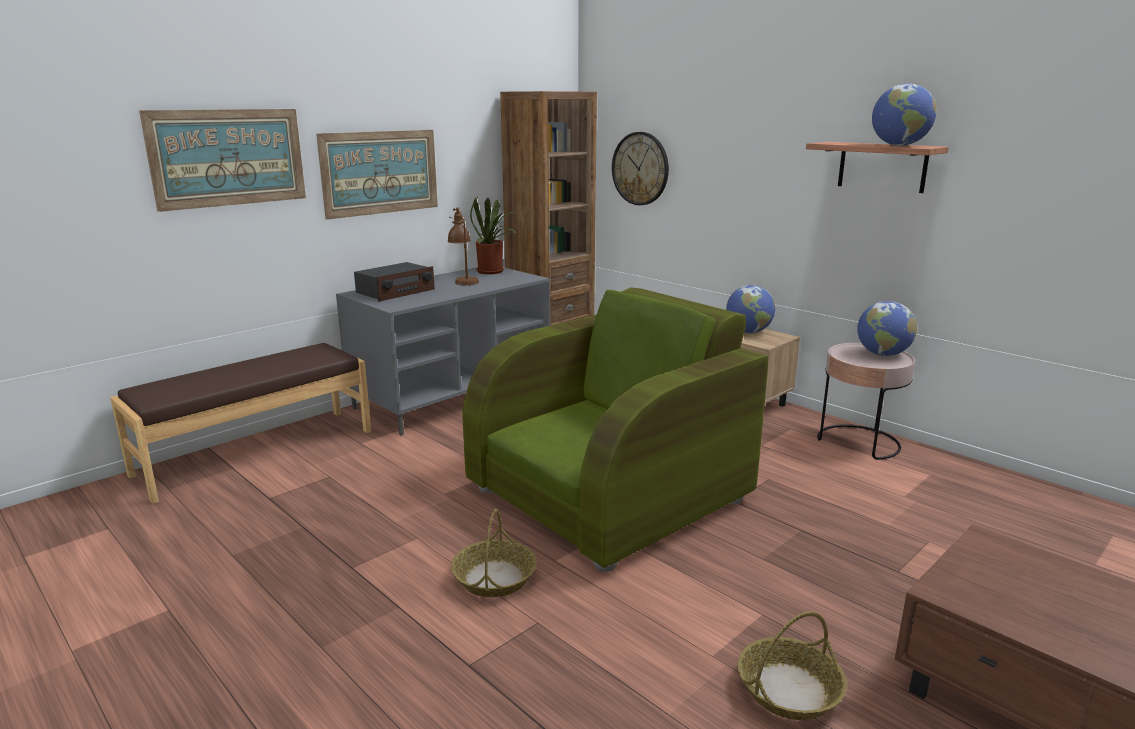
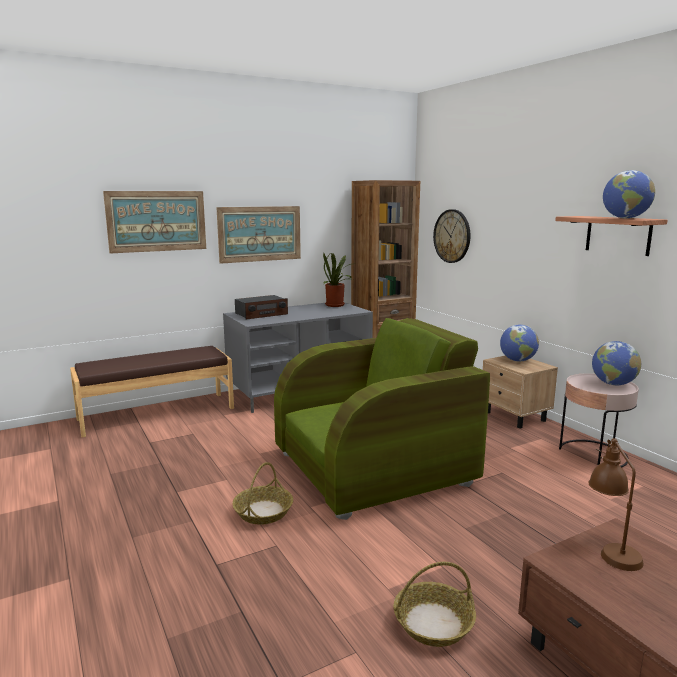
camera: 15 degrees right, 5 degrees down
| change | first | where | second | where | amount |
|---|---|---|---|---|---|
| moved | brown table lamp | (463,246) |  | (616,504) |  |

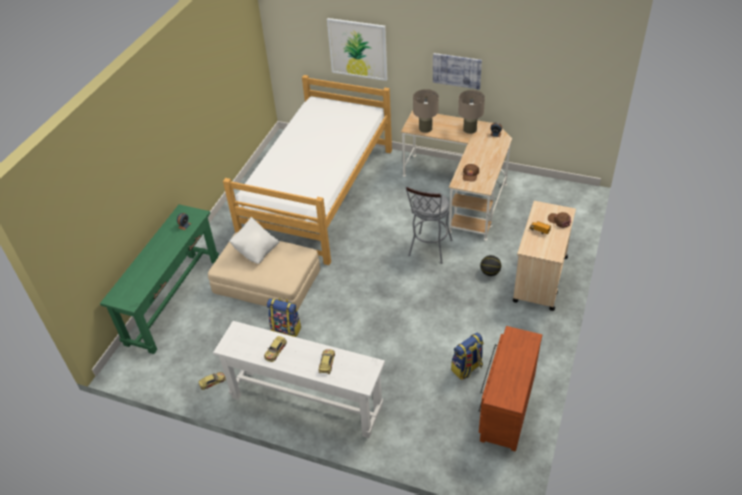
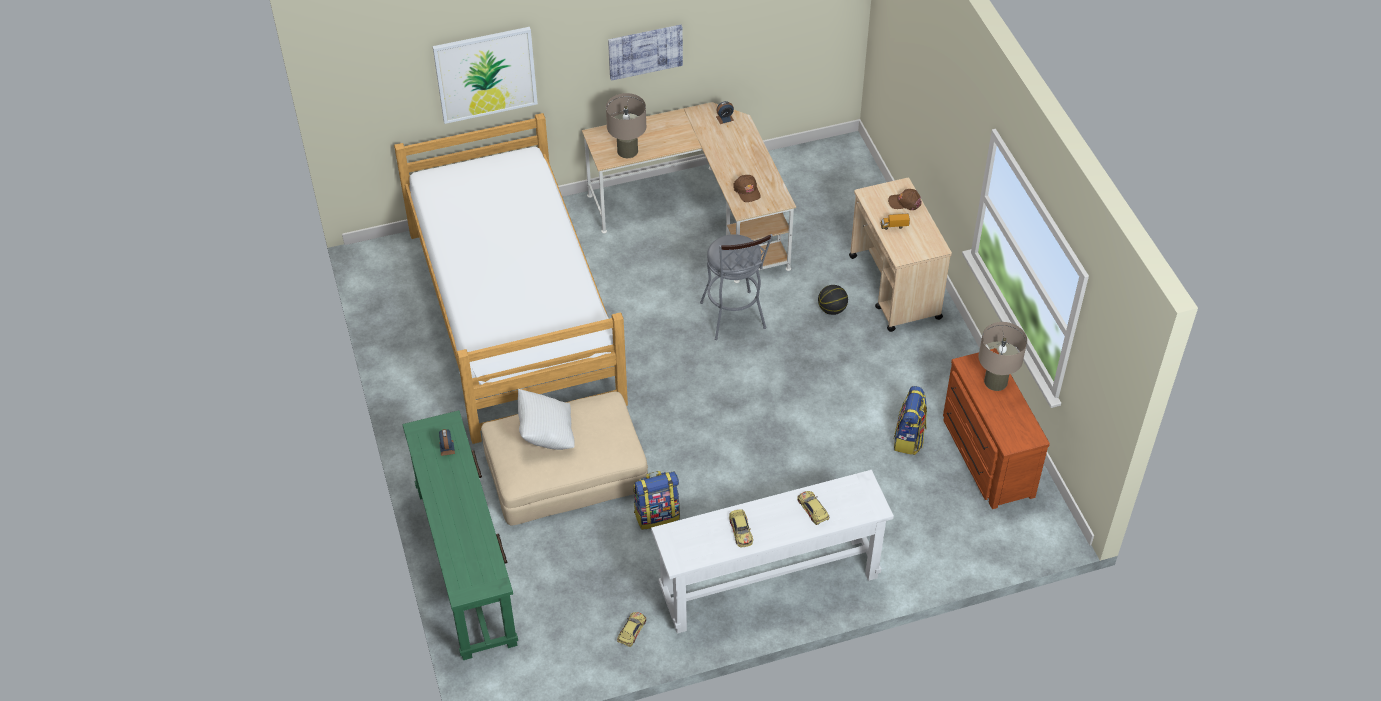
camera: 40 degrees left, 5 degrees up
| change | first | where | second | where | amount |
|---|---|---|---|---|---|
| moved | beige table lamp | (471,112) |  | (1002,356) |  |

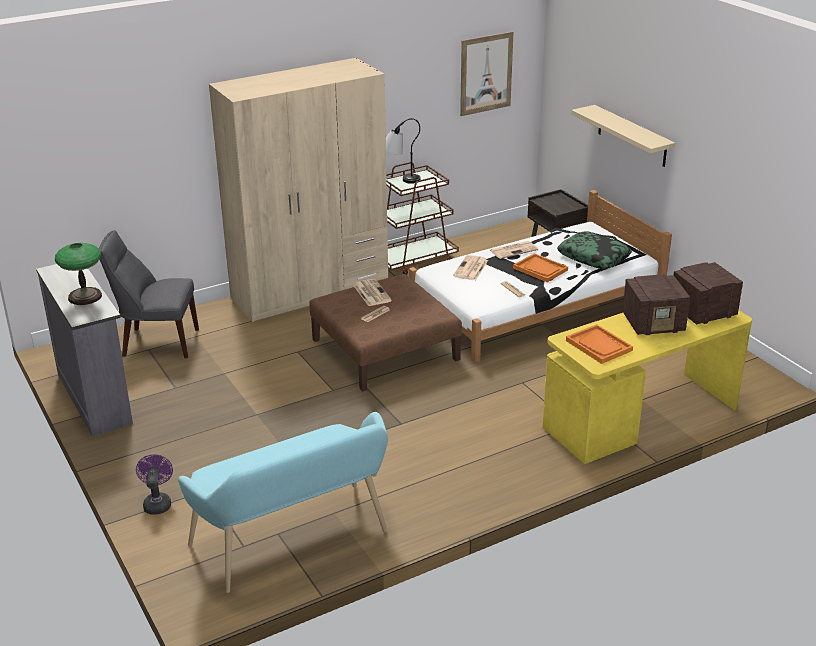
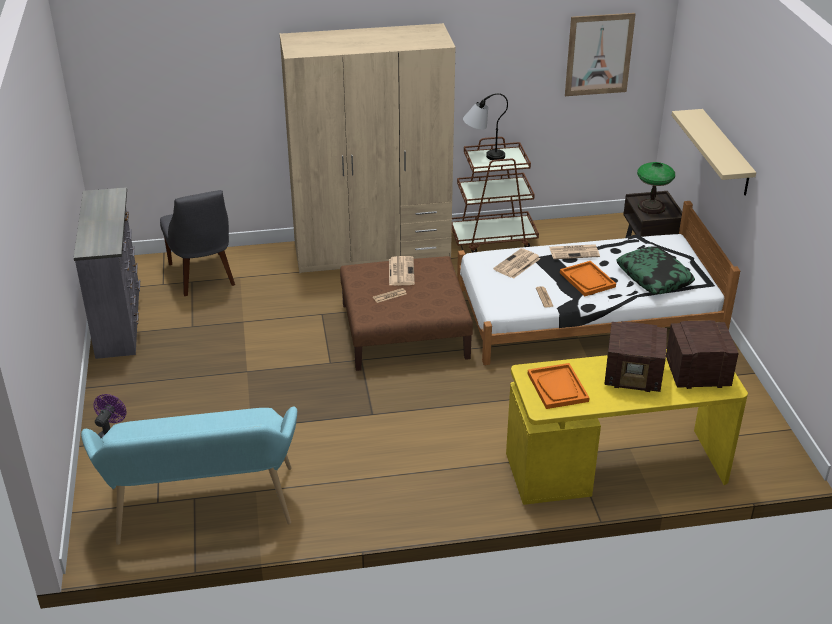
camera: 20 degrees right, 5 degrees up
| change | first | where | second | where | amount |
|---|---|---|---|---|---|
| moved | table lamp | (78,274) |  | (656,188) |  |
| turned | grey chair | (149,294) |  | (197,243) | 135 degrees counterclockwise |

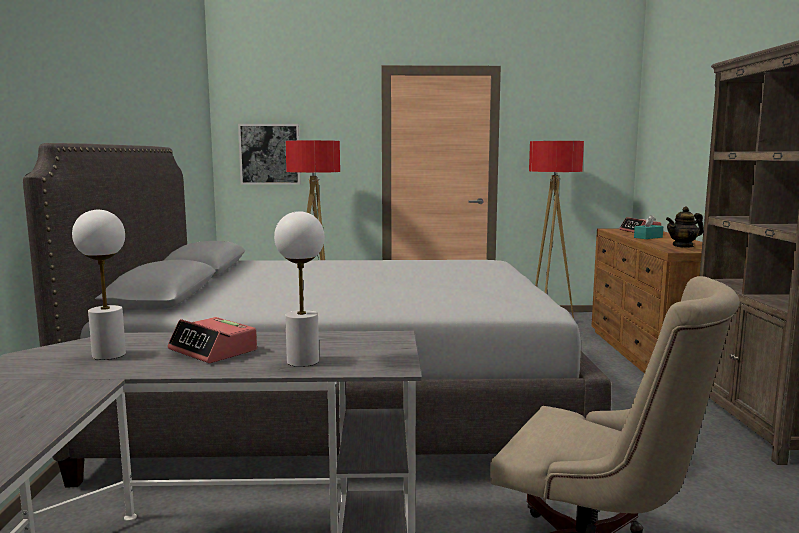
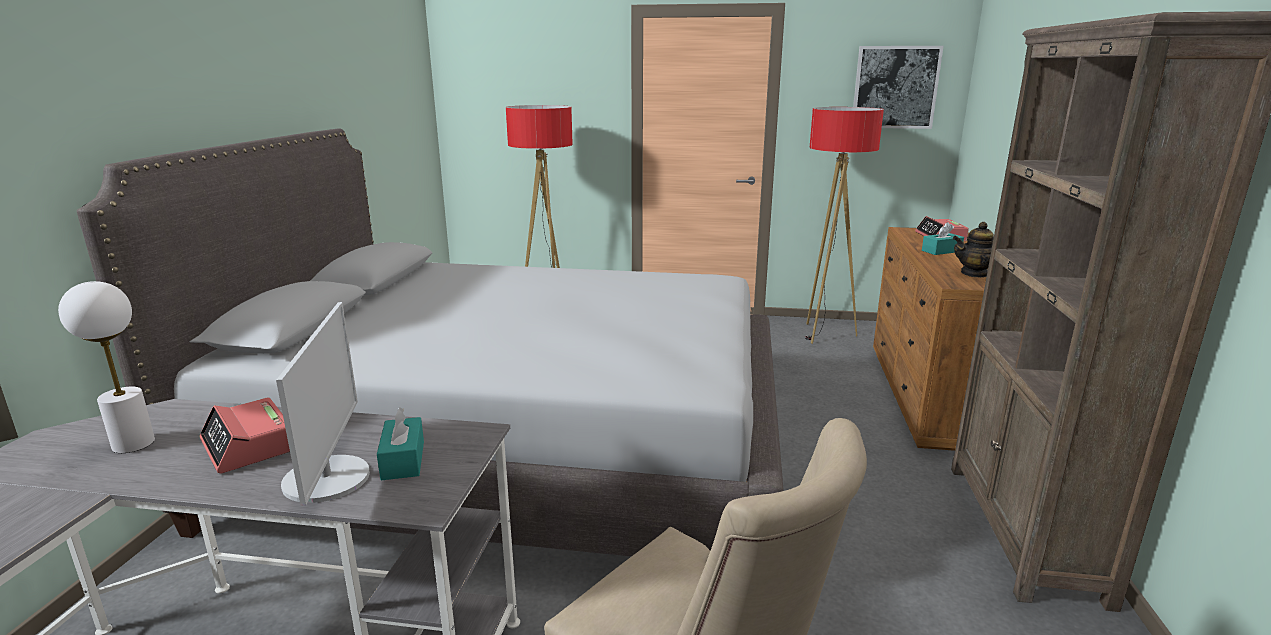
camera: 10 degrees right, 10 degrees up
| change | first | where | second | where | amount |
|---|---|---|---|---|---|
| moved | picture | (269,154) |  | (898,87) |  |
| replaced | white table lamp | (299,289) | monitor | (323,404) |  |
| added |  |  | turquoise tissue box | (400,443) |  |

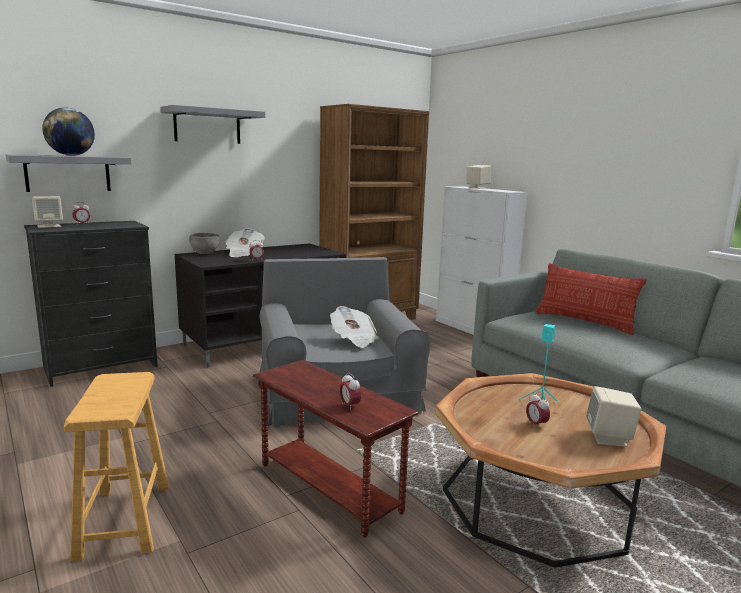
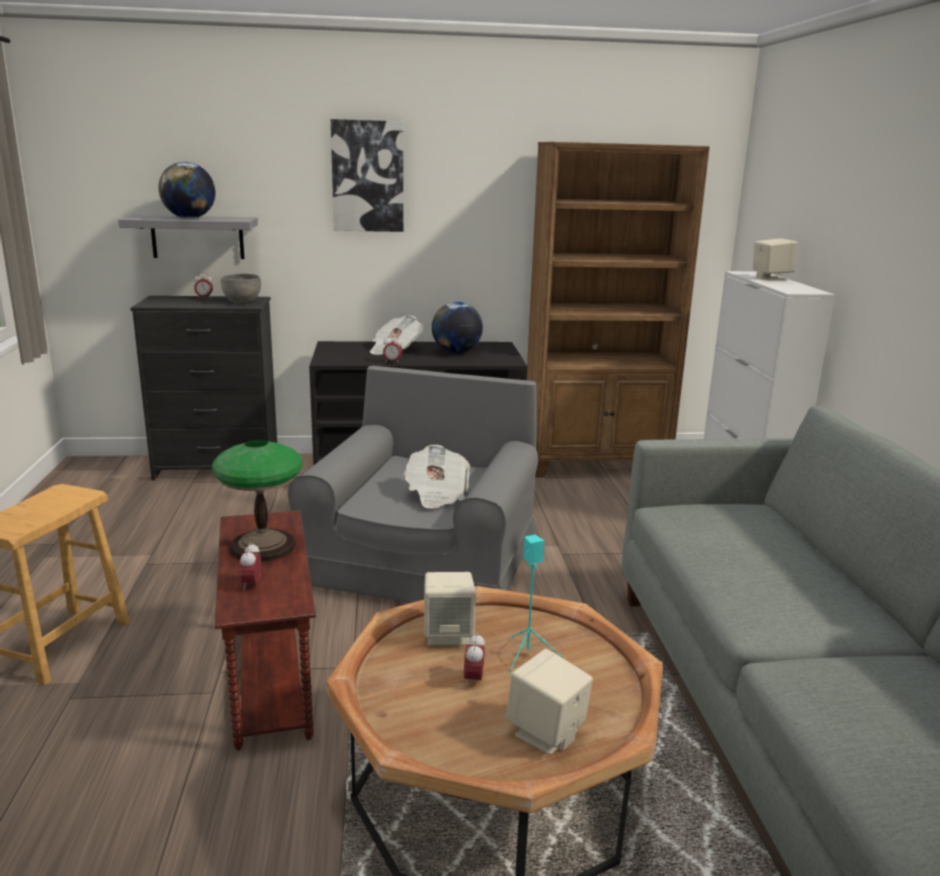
camera: 30 degrees right, 5 degrees up
| change | first | where | second | where | amount |
|---|---|---|---|---|---|
| moved | beige speaker | (47,212) |  | (450,609) |  |
| replaced | grey shelf | (212,124) | picture | (367,175) |  |
| moved | grey bowl | (204,243) |  | (241,288) |  |
| removed | pillow | (591,299) |  |  |  |
| added |  |  | table lamp | (257,501) |  |
| added |  |  | globe | (457,328) |  |

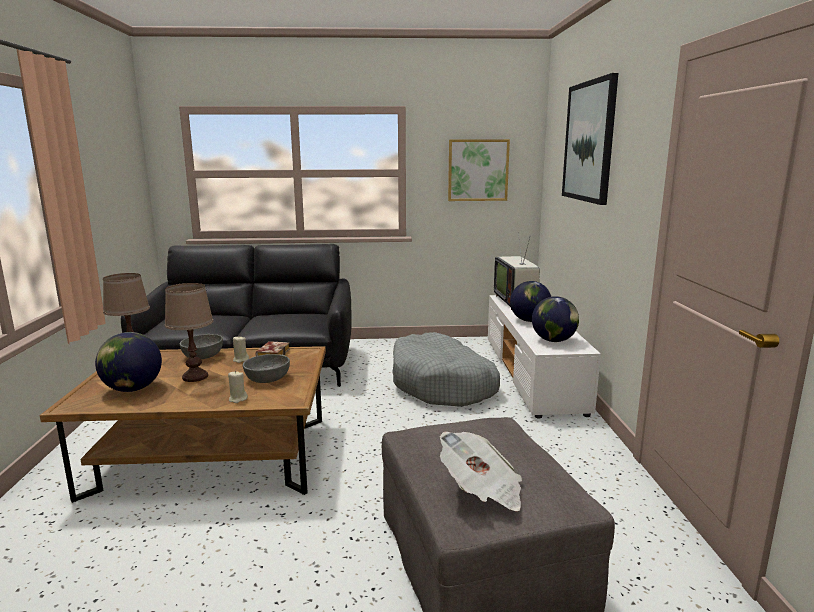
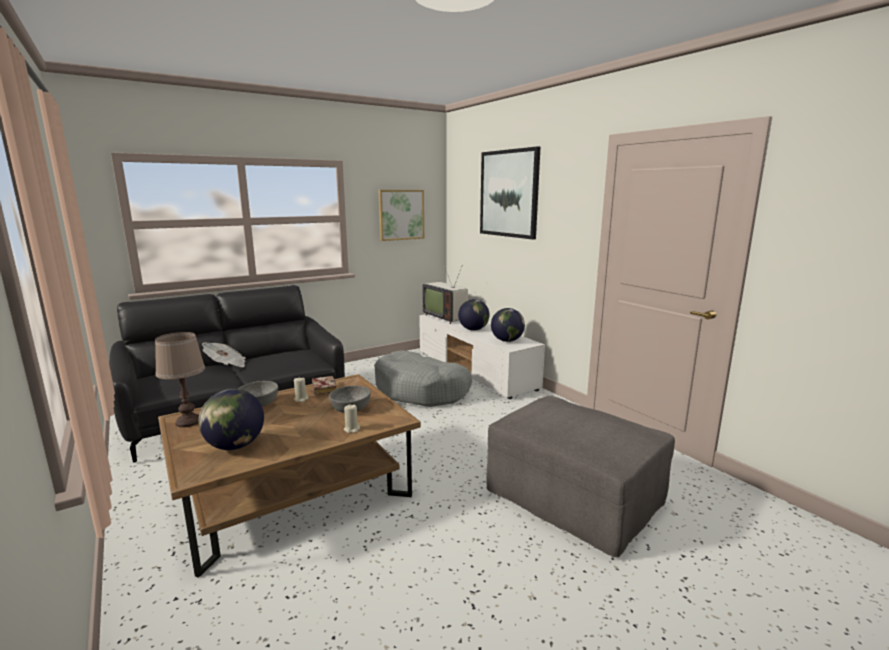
camera: 30 degrees left, 0 degrees up
| change | first | where | second | where | amount |
|---|---|---|---|---|---|
| removed | brown table lamp | (189,332) |  |  |  |
| moved | newspaper | (481,471) |  | (224,355) |  |

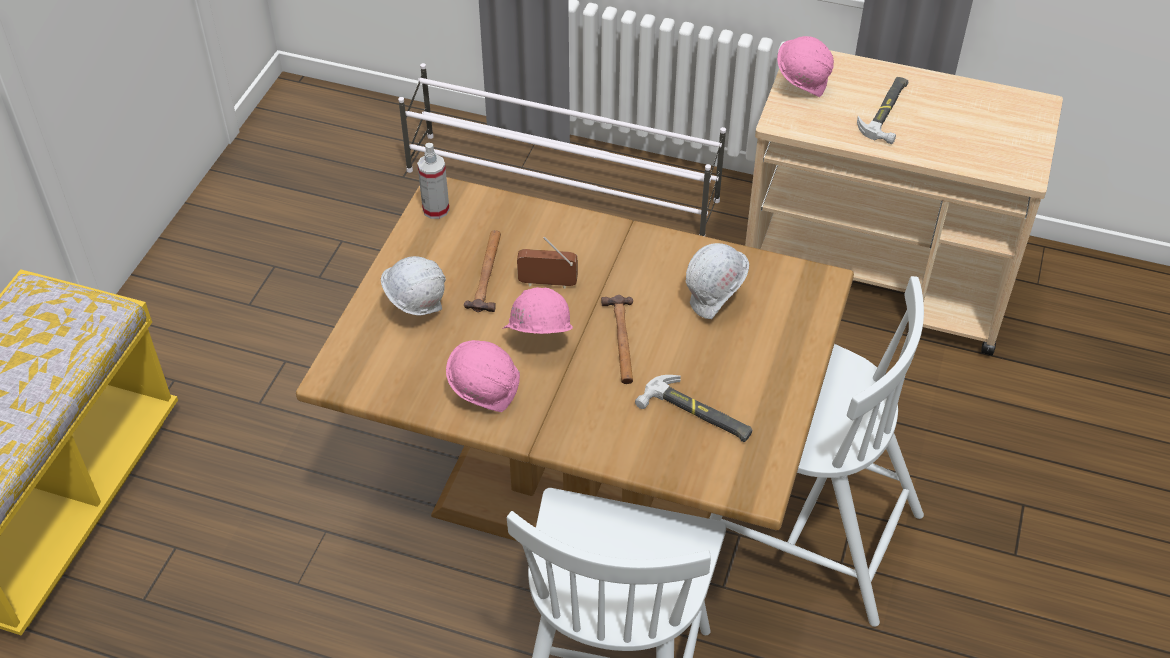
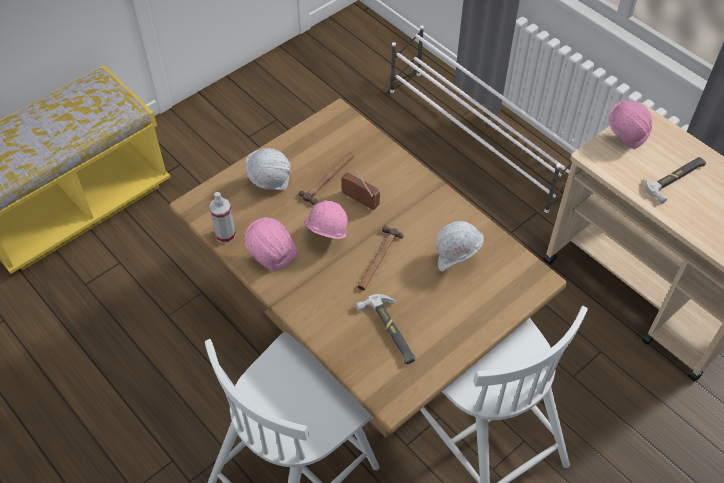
camera: 30 degrees right, 5 degrees up
| change | first | where | second | where | amount |
|---|---|---|---|---|---|
| moved | spray bottle | (433,181) |  | (222,217) |  |

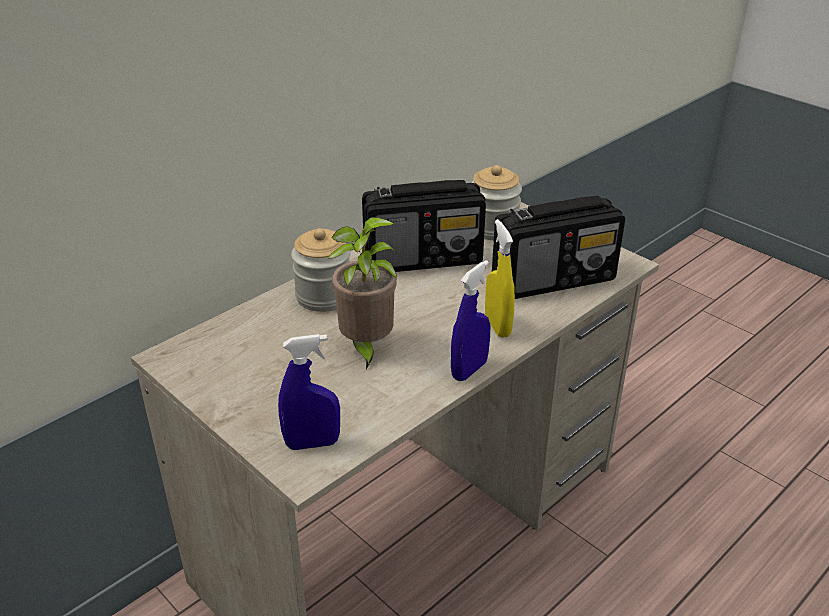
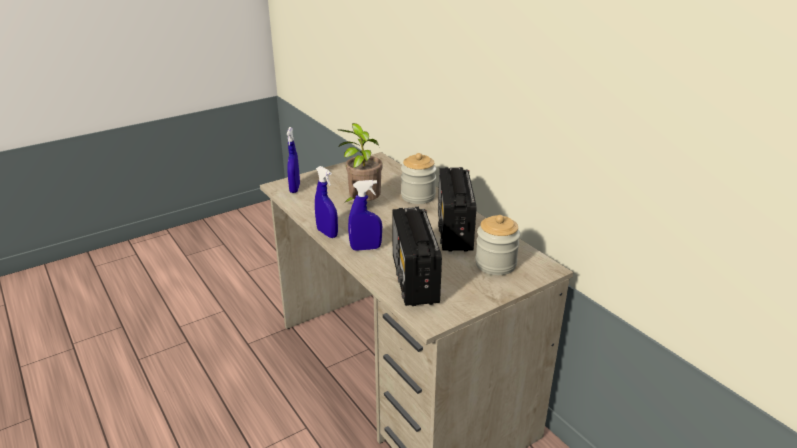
camera: 100 degrees right, 5 degrees down
| change | first | where | second | where | amount |
|---|---|---|---|---|---|
| recoloured | yellow spray bottle | (500,278) | blue spray bottle | (365,215) |  |

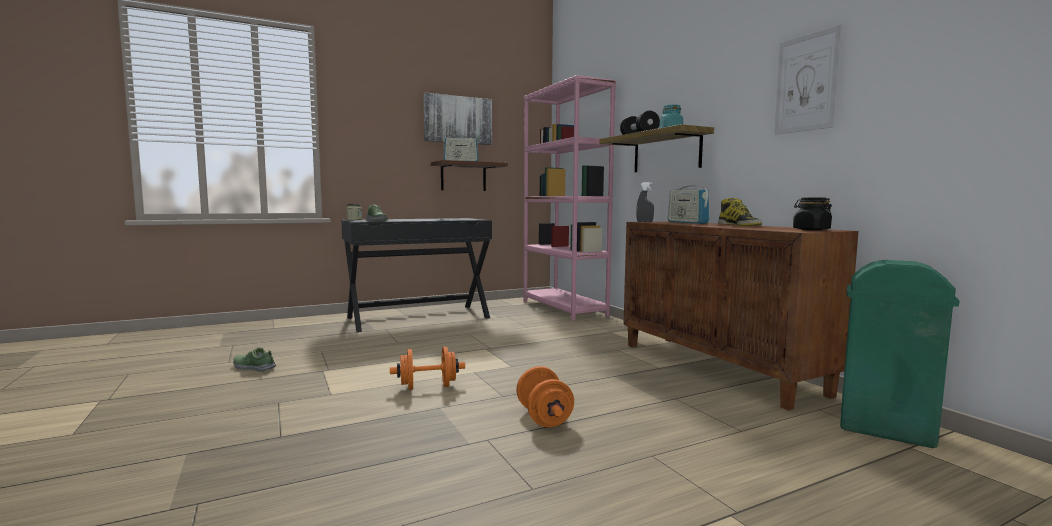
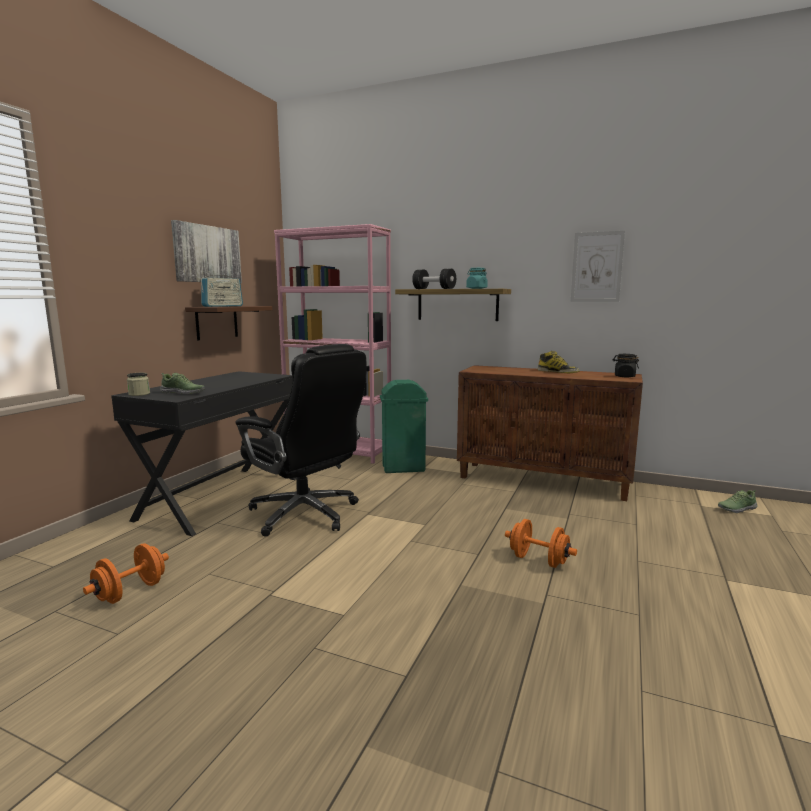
camera: 40 degrees left, 5 degrees up
| change | first | where | second | where | amount |
|---|---|---|---|---|---|
| moved | shoe | (254,359) |  | (738,501) |  |
| moved | orange dumbbell | (427,368) |  | (126,573) |  |
| removed | grey spray bottle | (645,202) |  |  |  |
| removed | radio | (688,203) |  |  |  |
| moved | green trash can | (899,354) |  | (404,426) |  |
| added |  |  | black office chair | (301,440) |  |

